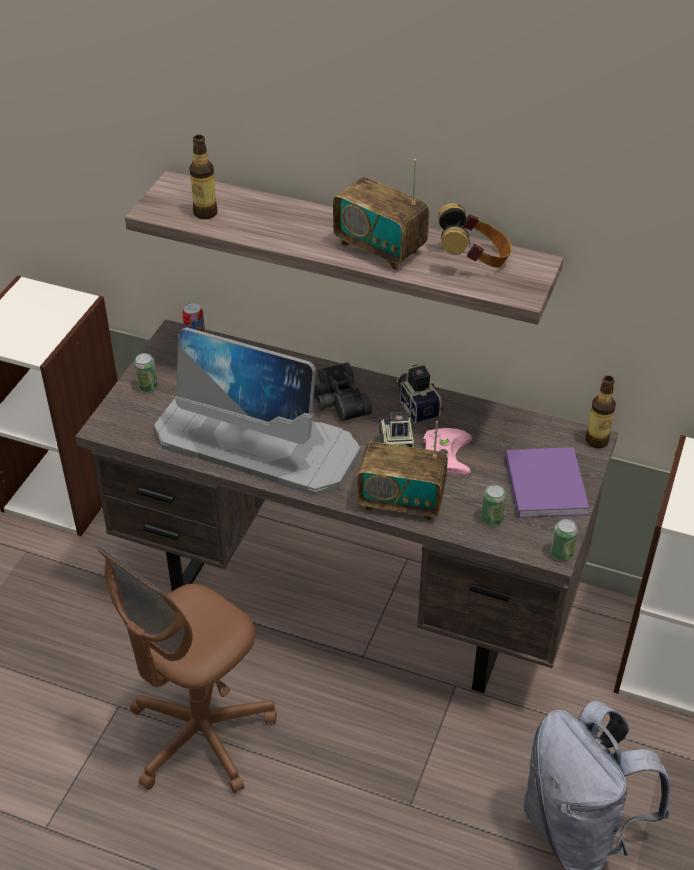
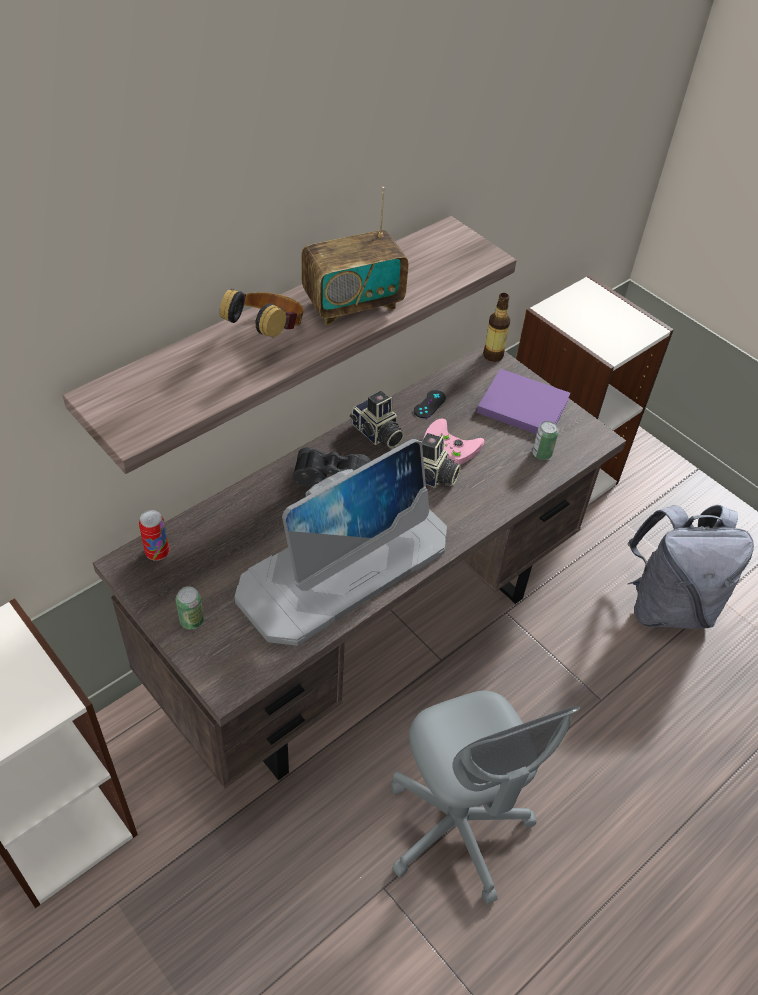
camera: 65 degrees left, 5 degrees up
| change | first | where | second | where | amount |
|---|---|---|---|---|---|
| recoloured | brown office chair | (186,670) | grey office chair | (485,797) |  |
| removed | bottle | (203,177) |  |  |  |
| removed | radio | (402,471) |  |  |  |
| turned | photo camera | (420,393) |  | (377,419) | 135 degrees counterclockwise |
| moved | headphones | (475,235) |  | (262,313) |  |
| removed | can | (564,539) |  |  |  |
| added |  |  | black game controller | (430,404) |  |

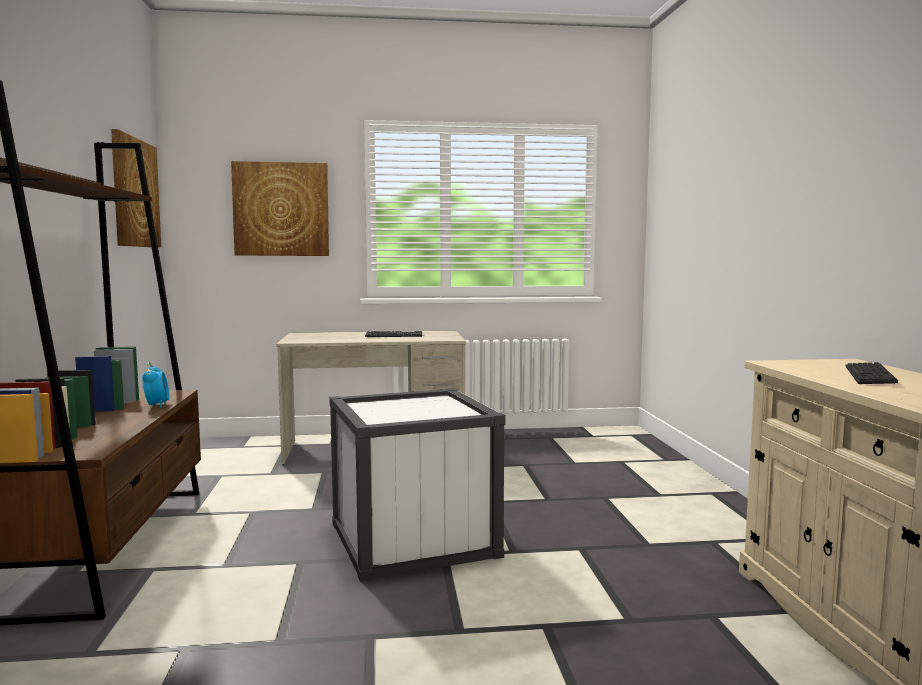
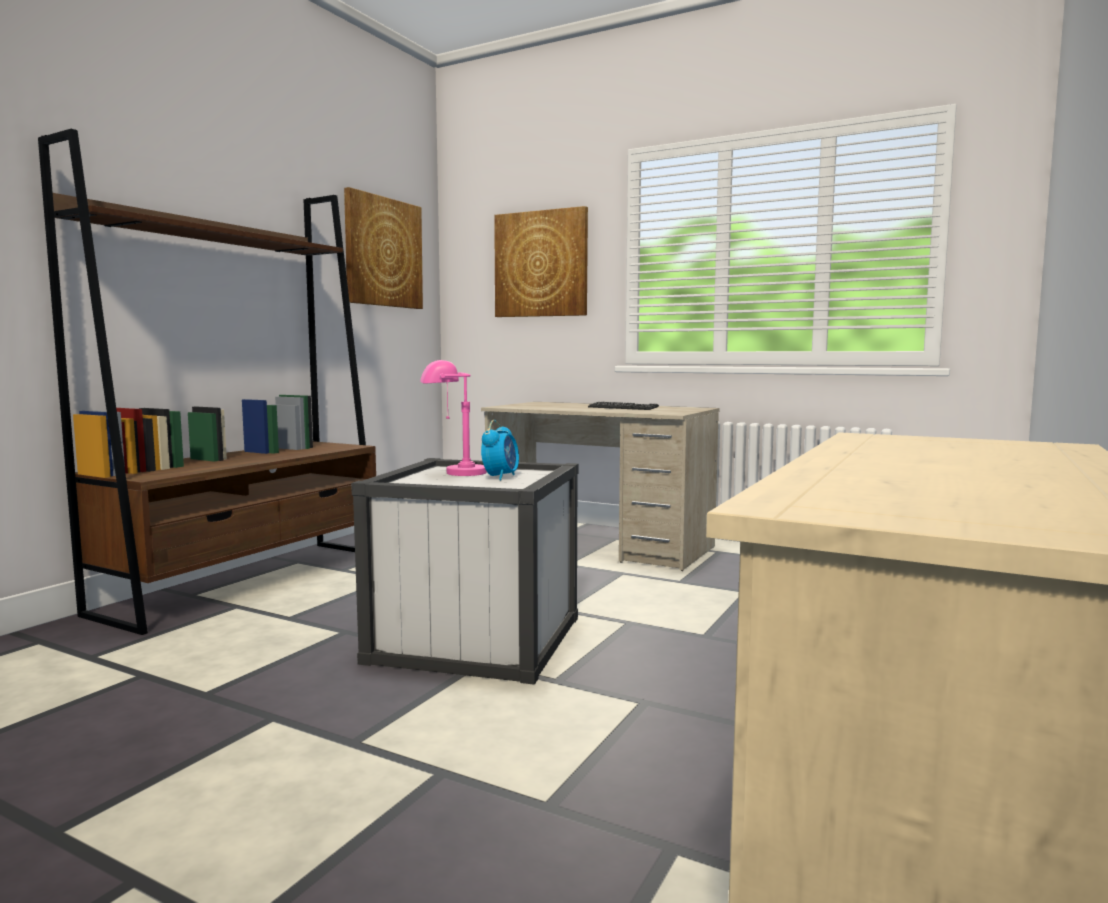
camera: 35 degrees right, 0 degrees up
| change | first | where | second | where | amount |
|---|---|---|---|---|---|
| moved | alarm clock | (156,385) |  | (500,450) |  |
| removed | keyboard | (871,373) |  |  |  |
| added |  |  | pink table lamp | (453,418) |  |

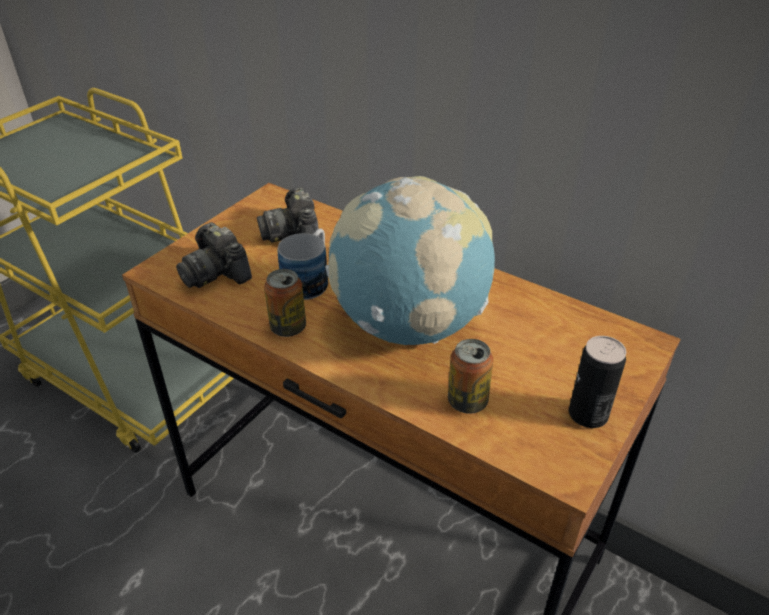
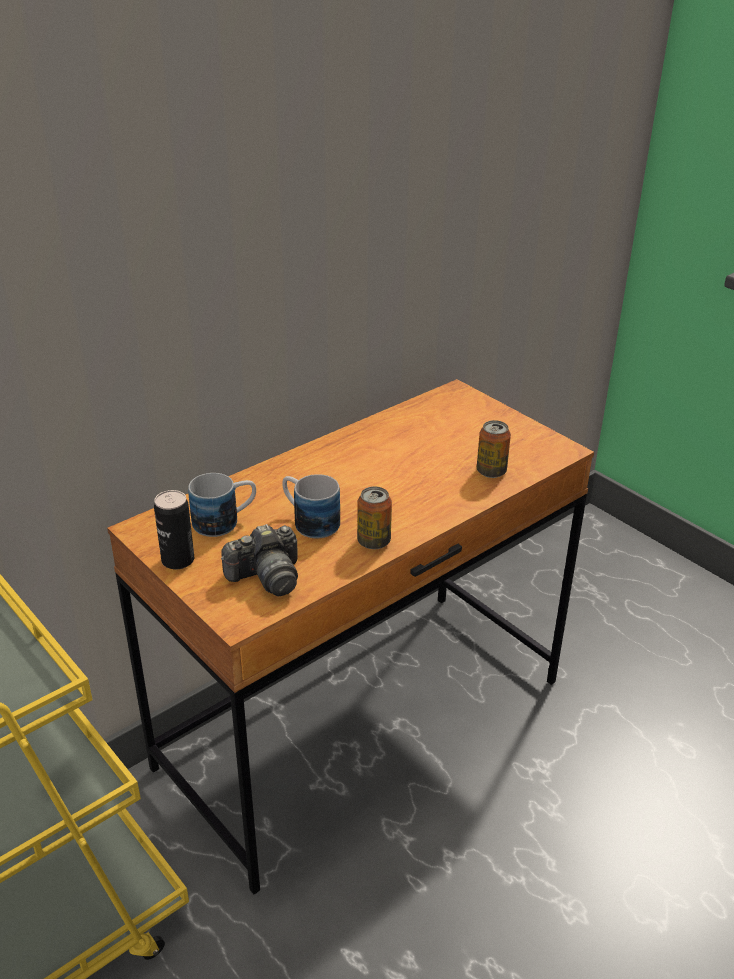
camera: 75 degrees left, 5 degrees down
| change | first | where | second | where | amount |
|---|---|---|---|---|---|
| replaced | photo camera | (288,215) | mug | (222,505) |  |
| removed | globe | (410,260) |  |  |  |
| moved | can | (597,382) |  | (174,529) |  |

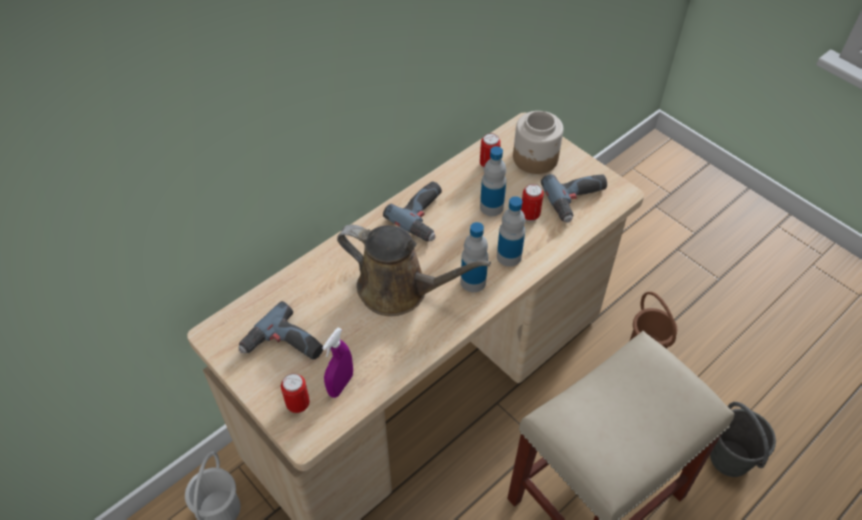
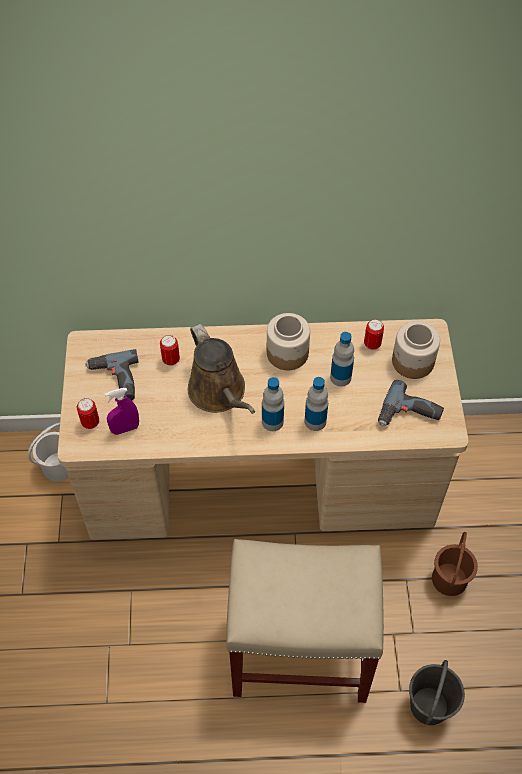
camera: 40 degrees right, 5 degrees up
| change | first | where | second | where | amount |
|---|---|---|---|---|---|
| replaced | power drill | (412,211) | jar | (288,341) |  |
| moved | can | (532,203) |  | (170,350) |  |

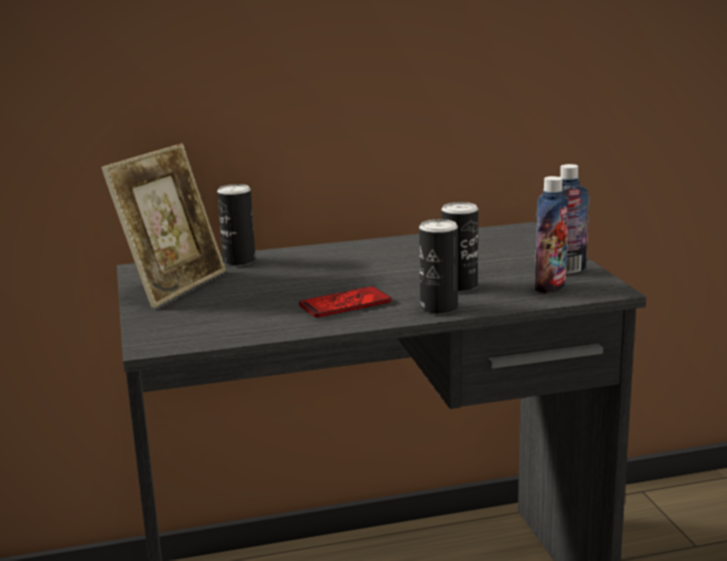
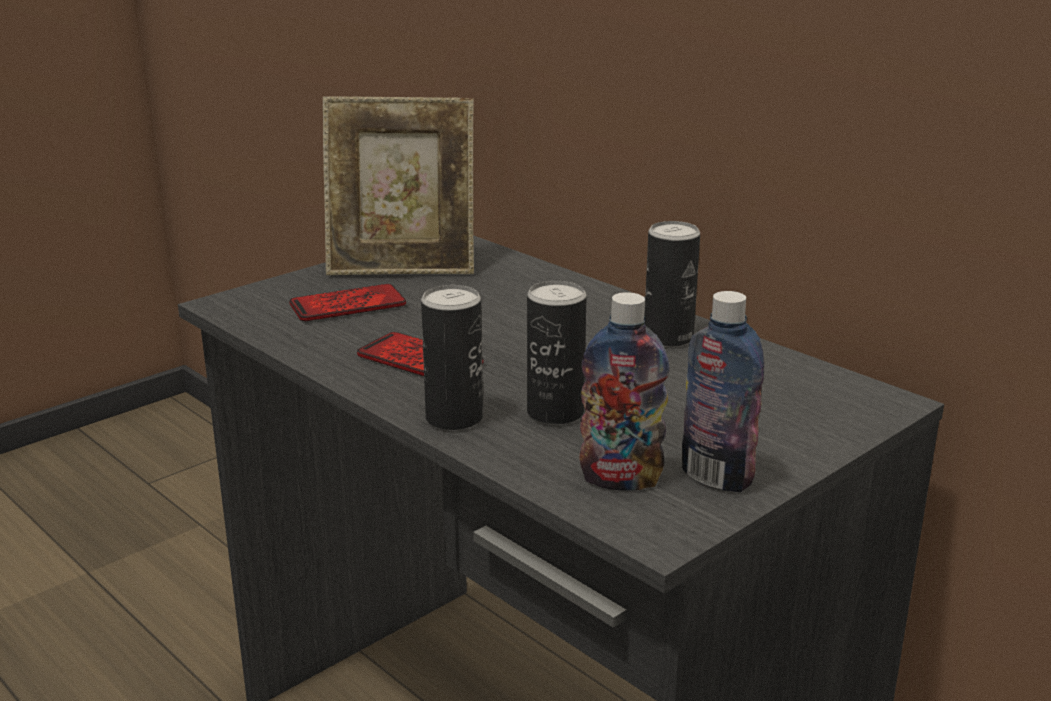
camera: 60 degrees right, 5 degrees up
| change | first | where | second | where | amount |
|---|---|---|---|---|---|
| moved | can | (236,225) |  | (672,284) |  |
| added |  |  | phone | (347,302) |  |

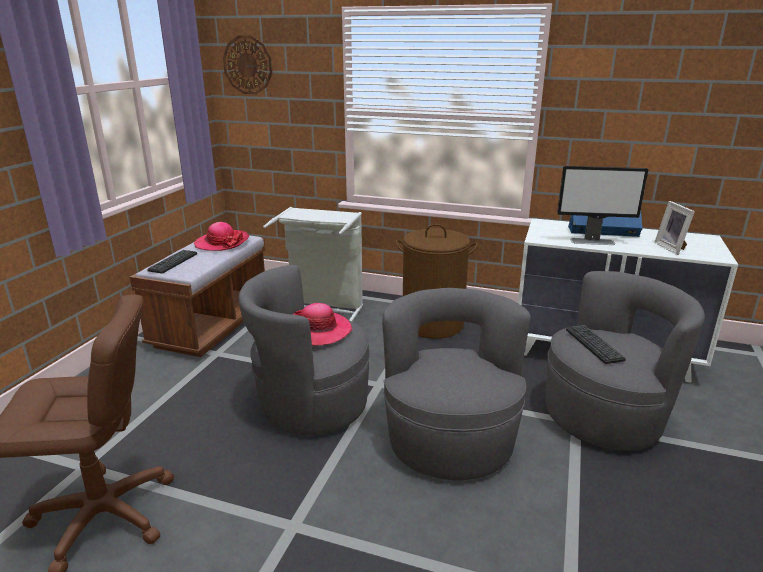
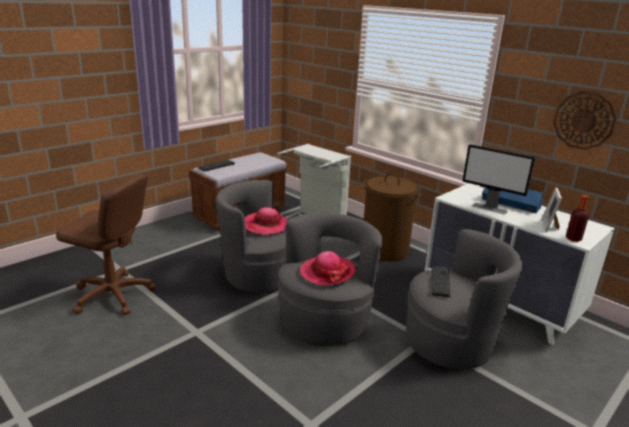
camera: 25 degrees right, 0 degrees up
| change | first | where | second | where | amount |
|---|---|---|---|---|---|
| moved | hat | (221,236) |  | (328,268) |  |
| moved | wall clock | (247,65) |  | (585,120) |  |
| added |  |  | bottle | (577,218) |  |

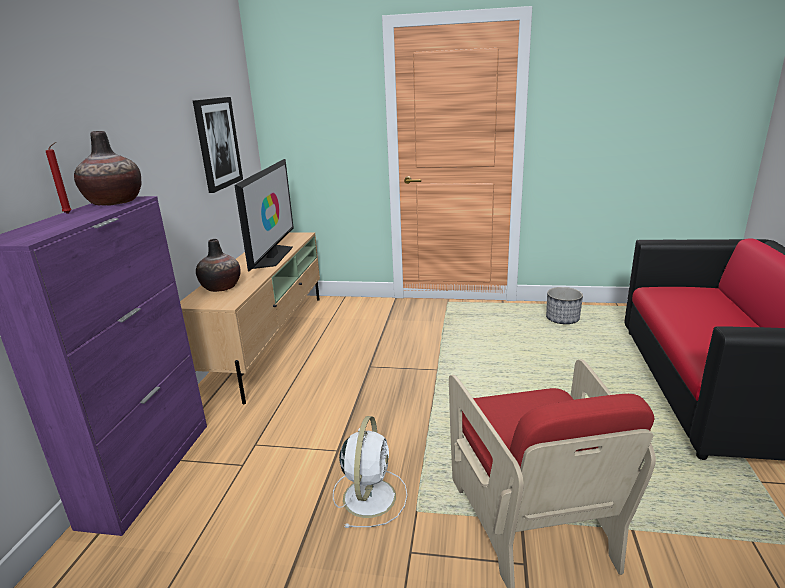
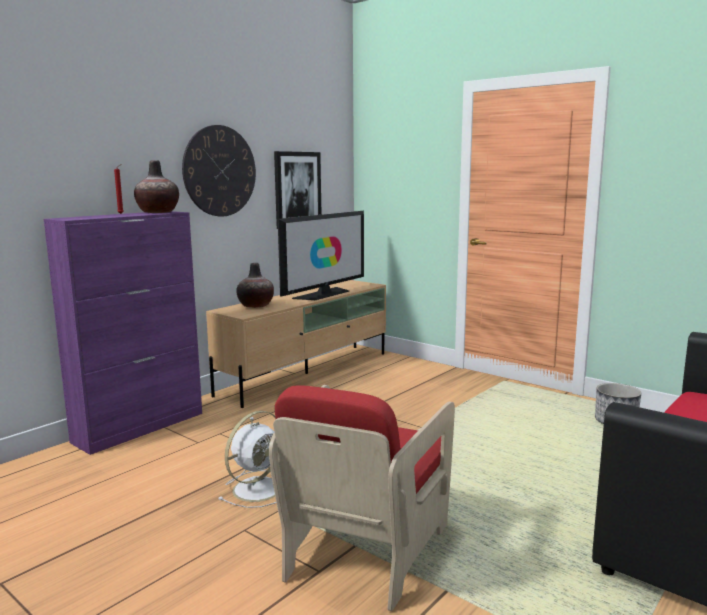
camera: 30 degrees right, 10 degrees down
| change | first | where | second | where | amount |
|---|---|---|---|---|---|
| added |  |  | wall clock | (219,171) |  |

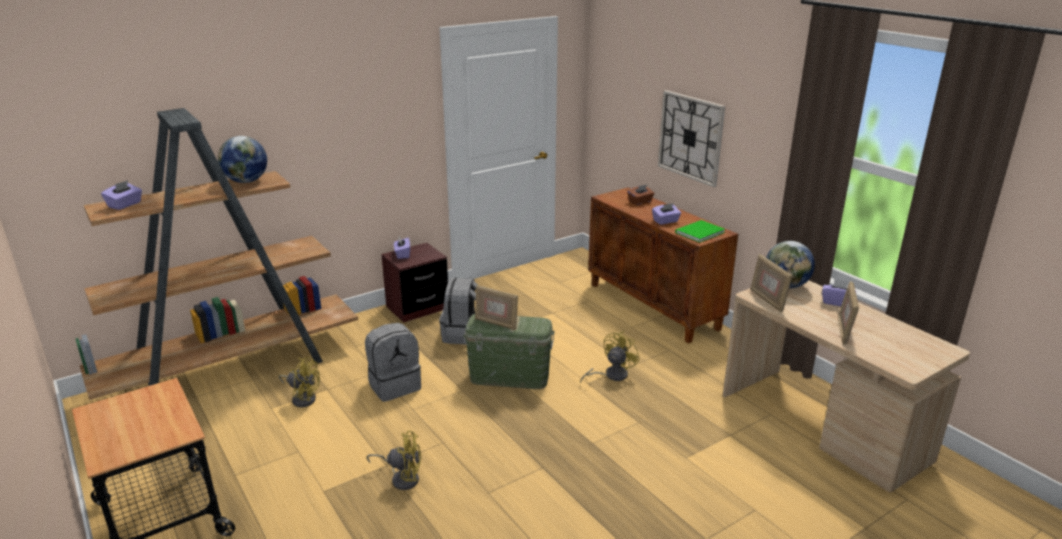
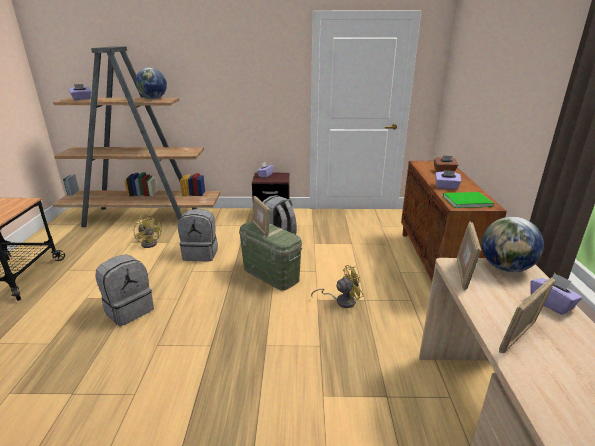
camera: 35 degrees right, 0 degrees up
| change | first | where | second | where | amount |
|---|---|---|---|---|---|
| replaced | yellow fan | (393,460) | grey backpack | (124,290) |  |
| removed | wall clock | (691,138) |  |  |  |

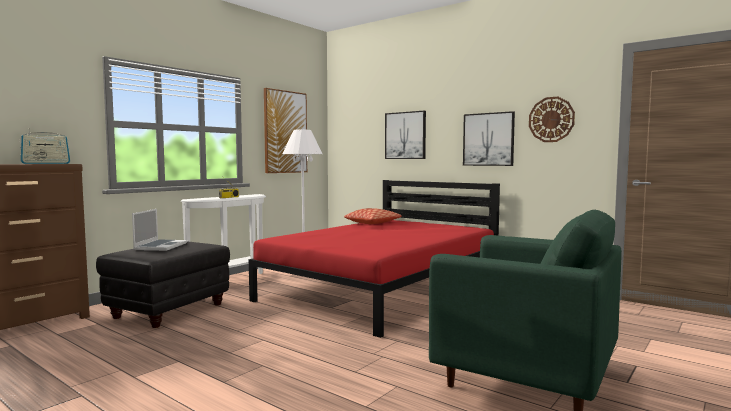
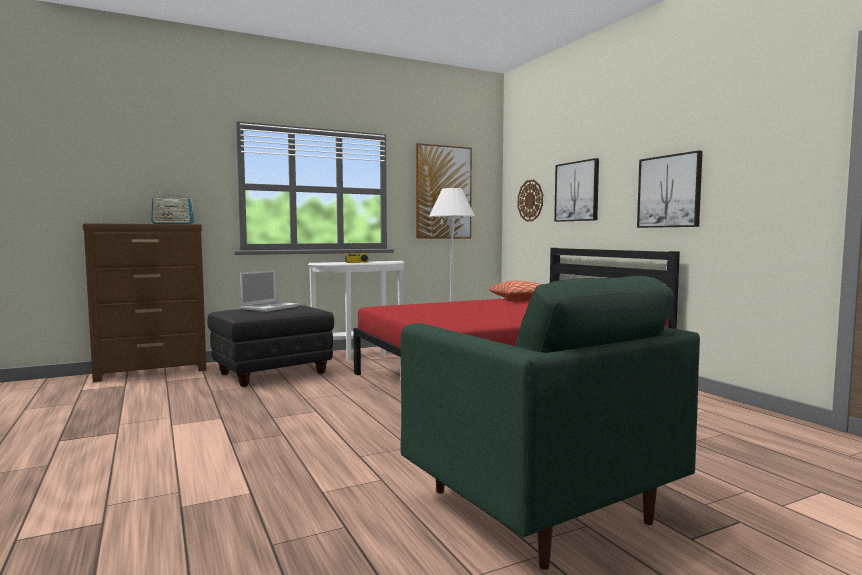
camera: 25 degrees right, 0 degrees up
| change | first | where | second | where | amount |
|---|---|---|---|---|---|
| moved | wall clock | (552,119) |  | (530,200) |  |

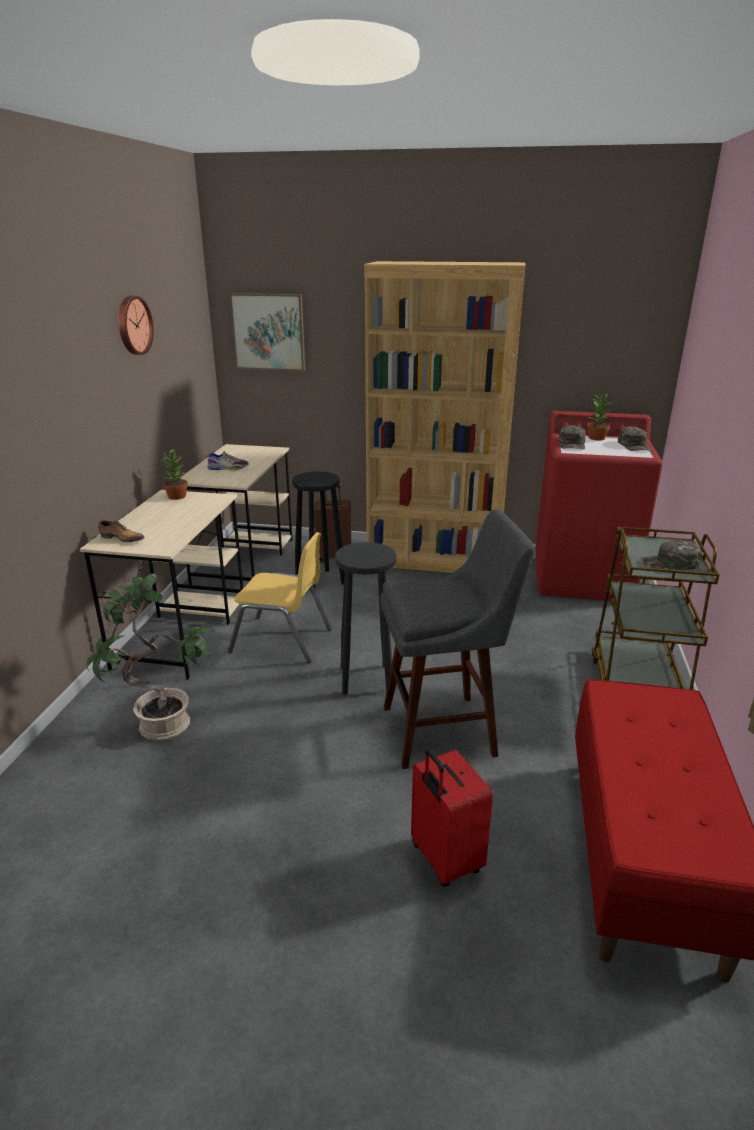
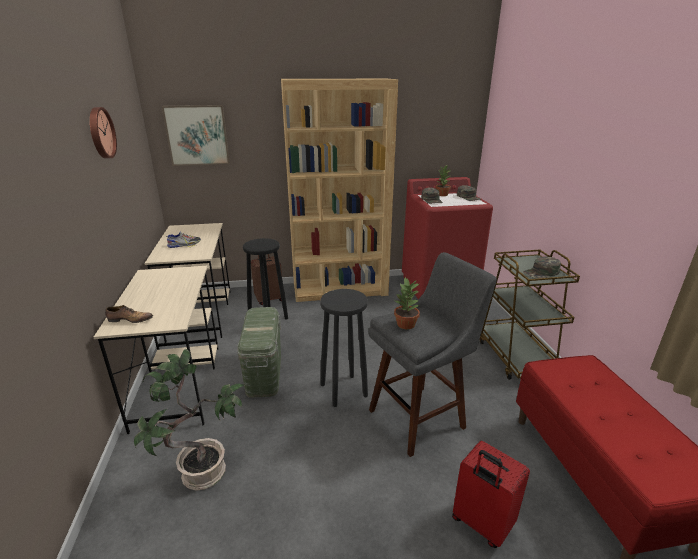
camera: 20 degrees left, 0 degrees up
| change | first | where | second | where | amount |
|---|---|---|---|---|---|
| moved | potted plant | (175,475) |  | (407,303) |  |
| replaced | yellow chair | (280,598) | green storage box | (259,352) |  |

